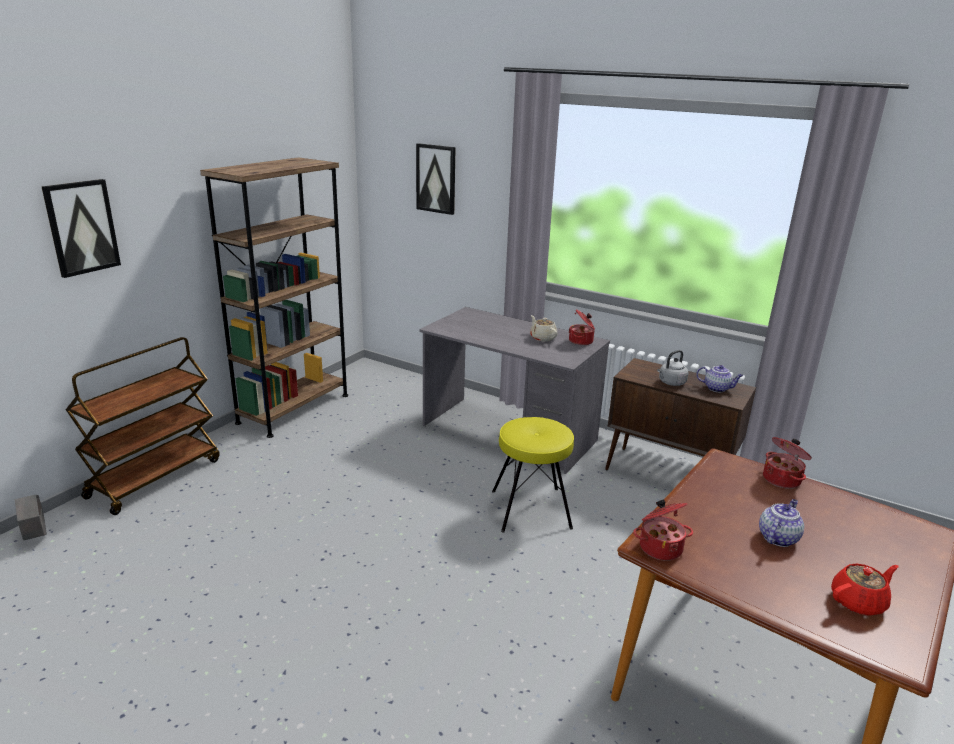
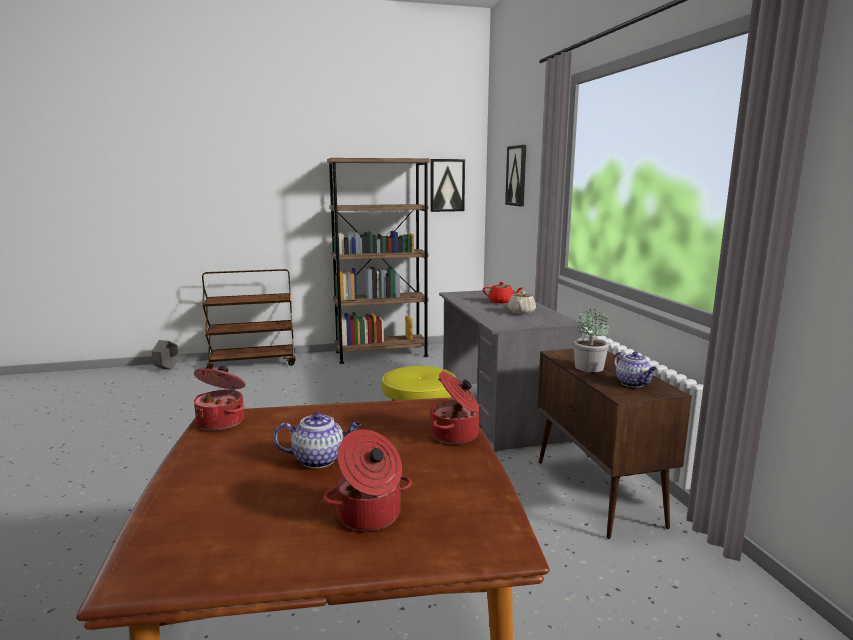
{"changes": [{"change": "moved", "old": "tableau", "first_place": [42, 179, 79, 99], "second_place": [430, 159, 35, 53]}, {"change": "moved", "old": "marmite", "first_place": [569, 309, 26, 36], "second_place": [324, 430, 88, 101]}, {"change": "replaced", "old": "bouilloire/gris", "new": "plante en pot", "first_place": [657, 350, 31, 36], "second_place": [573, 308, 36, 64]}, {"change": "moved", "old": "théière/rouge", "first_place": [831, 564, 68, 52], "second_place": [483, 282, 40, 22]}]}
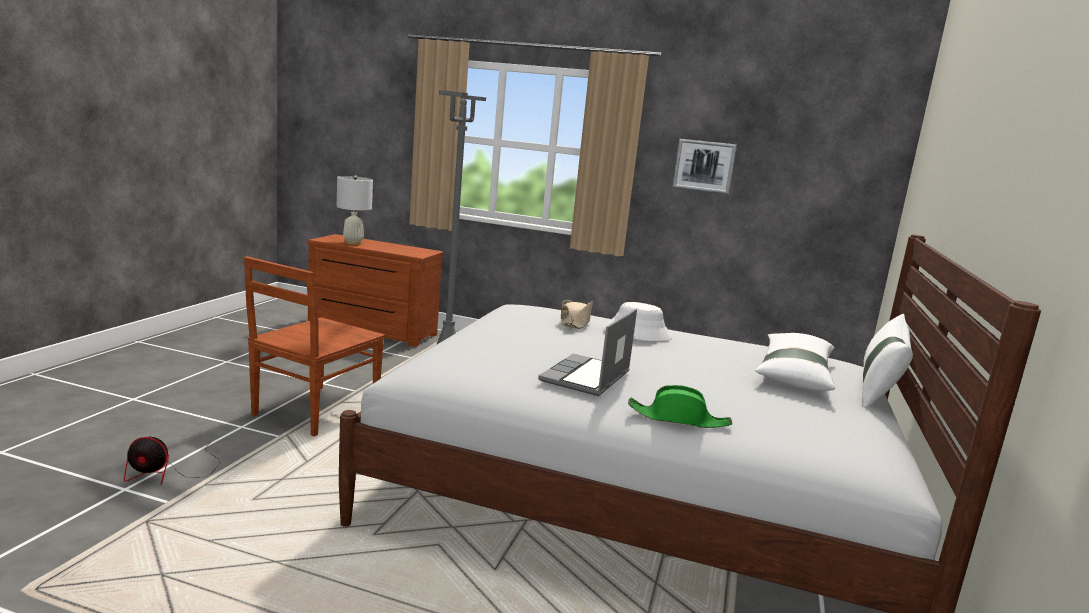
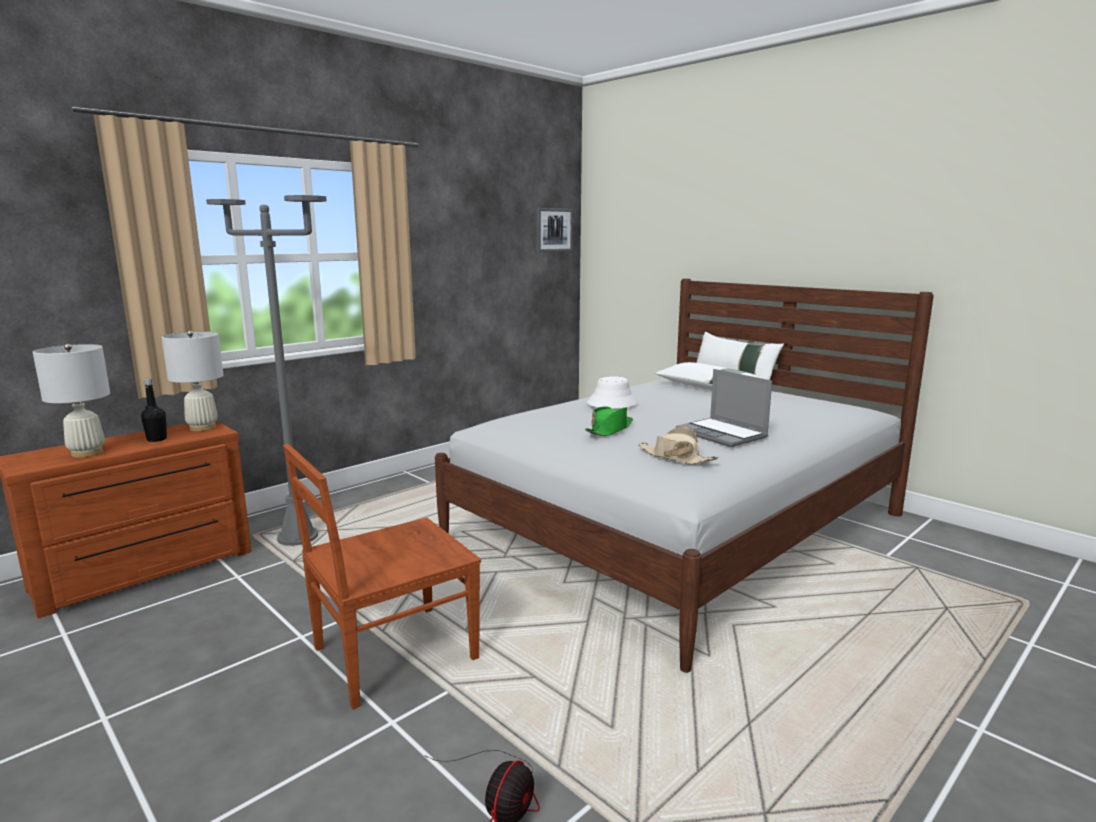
{"changes": [{"change": "moved", "old": "tableau", "first_place": [672, 139, 65, 56], "second_place": [536, 208, 37, 44]}, {"change": "turned", "old": "chaise/marron", "first_place": [244, 256, 141, 180], "second_place": [283, 444, 198, 265], "degrees": 90}, {"change": "moved", "old": "chapeau/beige", "first_place": [561, 300, 32, 29], "second_place": [639, 426, 80, 39]}, {"change": "moved", "old": "chapeau/vert", "first_place": [628, 385, 104, 43], "second_place": [585, 407, 48, 29]}, {"change": "added", "new": "lampe de table/blanc", "second_place": [161, 331, 62, 100]}, {"change": "added", "new": "bouteille/noir", "second_place": [141, 378, 26, 64]}]}
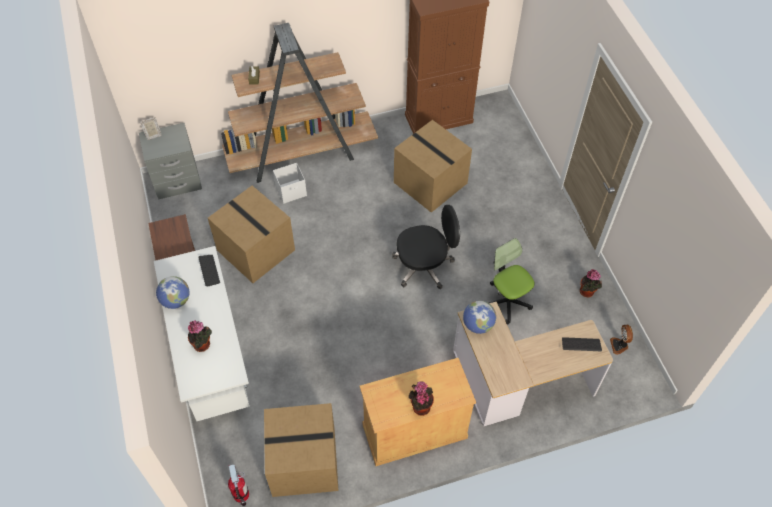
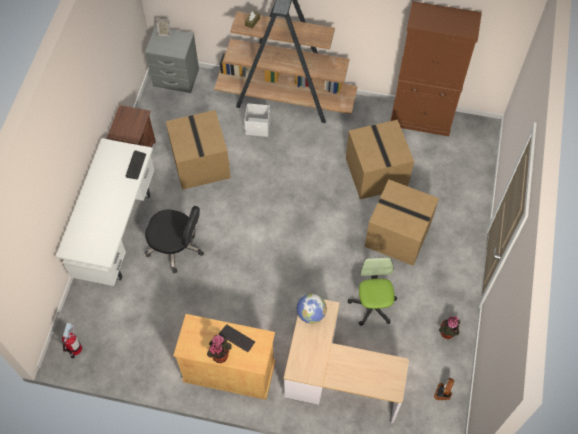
{"changes": [{"change": "moved", "old": "chaise de bureau/noir", "first_place": [392, 205, 68, 84], "second_place": [145, 206, 59, 67]}, {"change": "removed", "old": "globe", "first_place": [156, 276, 34, 33]}, {"change": "removed", "old": "plante en pot", "first_place": [188, 320, 24, 32]}, {"change": "moved", "old": "clavier", "first_place": [562, 337, 40, 14], "second_place": [219, 325, 36, 27]}, {"change": "moved", "old": "carton", "first_place": [264, 403, 75, 94], "second_place": [365, 179, 74, 87]}]}
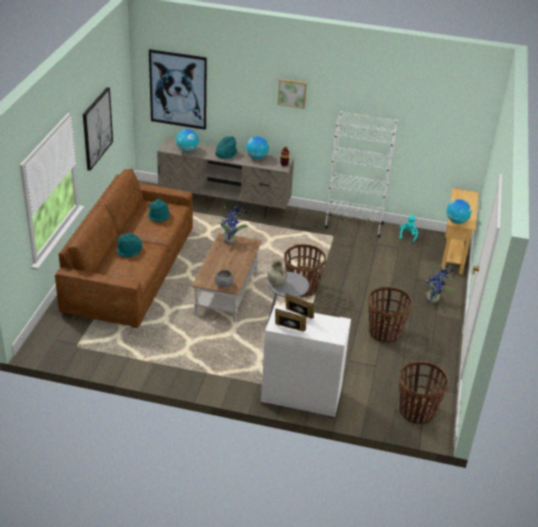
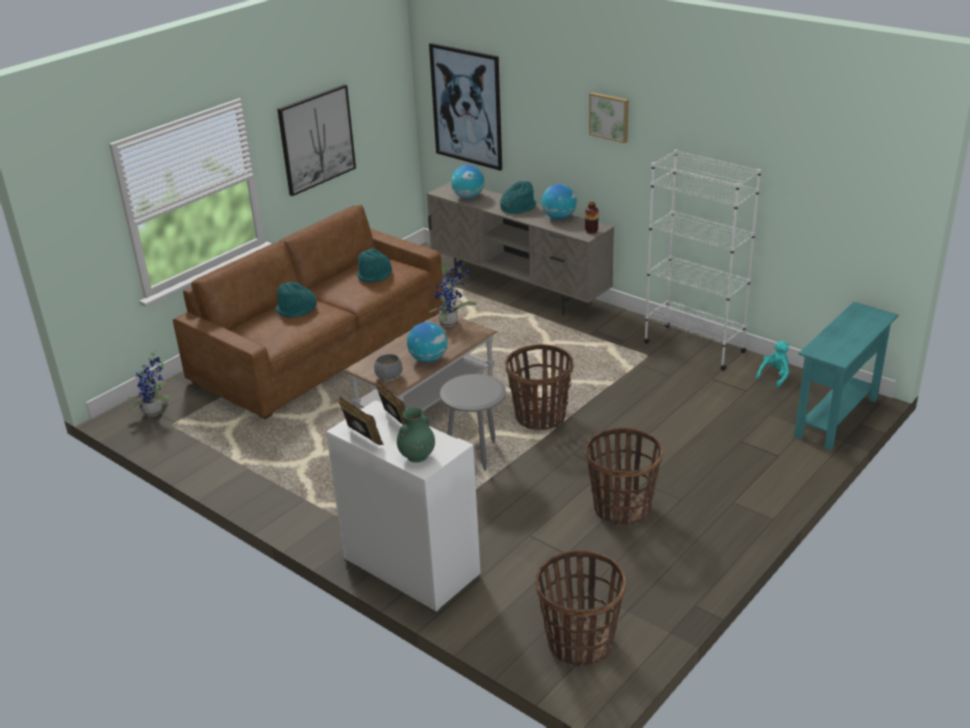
{"changes": [{"change": "recoloured", "old": "table console/beige", "new": "table console/turquoise", "first_place": [441, 188, 38, 86], "second_place": [794, 302, 104, 149]}, {"change": "moved", "old": "globe", "first_place": [446, 199, 25, 25], "second_place": [407, 322, 40, 41]}, {"change": "removed", "old": "vase/beige", "first_place": [267, 259, 20, 28]}, {"change": "moved", "old": "plante en pot", "first_place": [425, 261, 30, 42], "second_place": [127, 350, 44, 67]}, {"change": "added", "new": "vase/vert", "second_place": [397, 407, 38, 56]}]}
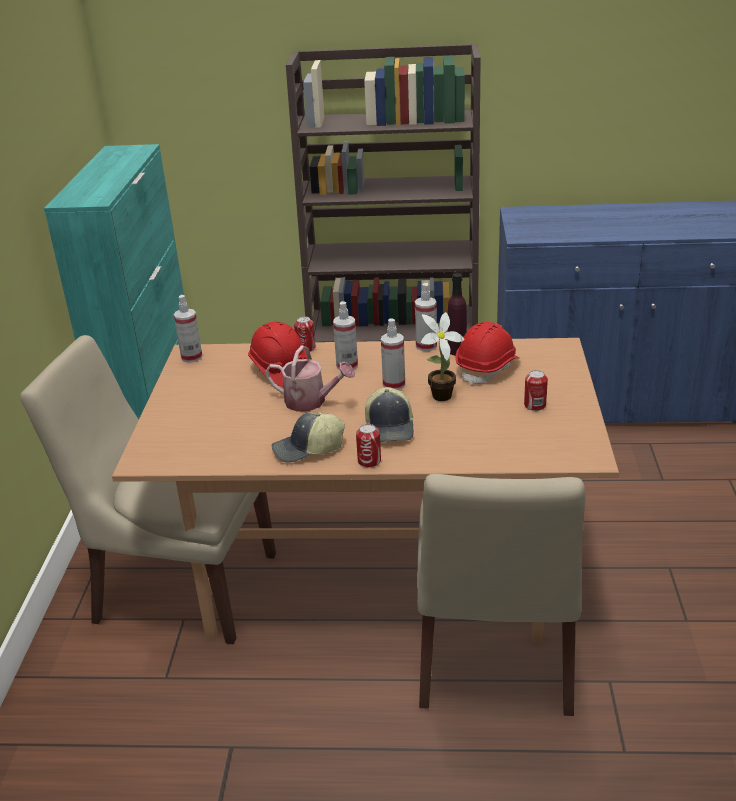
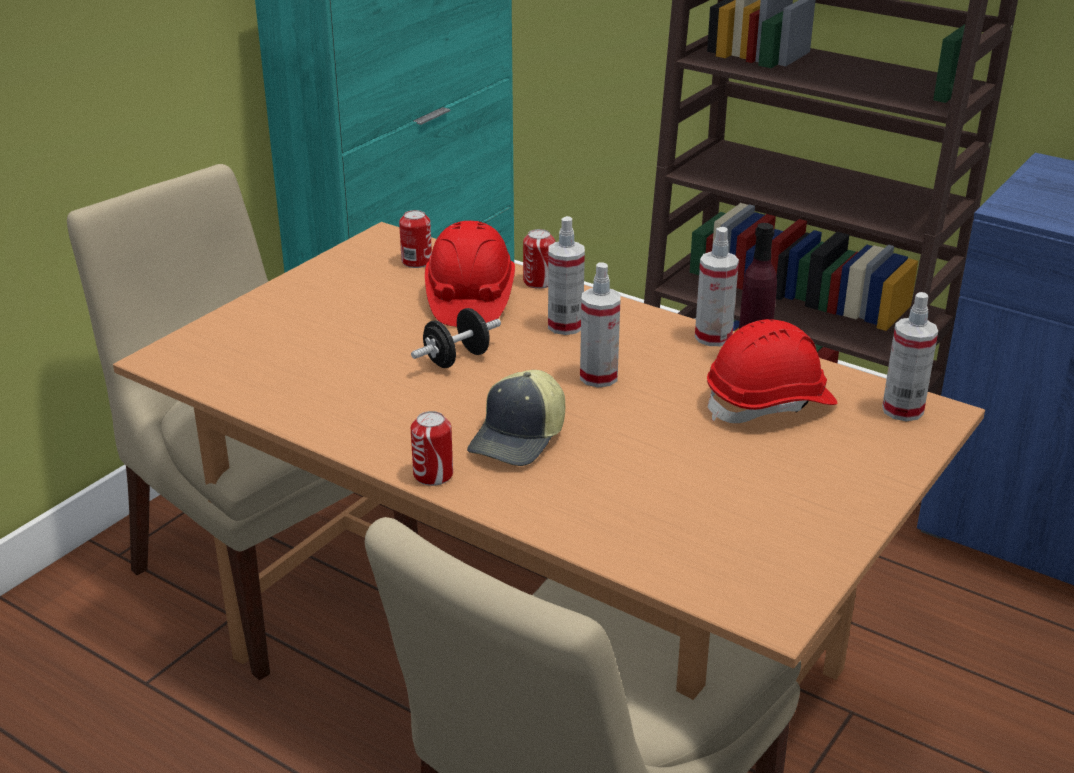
{"changes": [{"change": "moved", "old": "vaporisateur", "first_place": [174, 295, 28, 68], "second_place": [882, 292, 56, 129]}, {"change": "removed", "old": "plante en pot", "first_place": [421, 312, 44, 89]}, {"change": "replaced", "old": "arrosoir", "new": "haltère/noir", "first_place": [265, 346, 90, 66], "second_place": [411, 308, 90, 60]}, {"change": "moved", "old": "boîte métallique", "first_place": [524, 370, 24, 41], "second_place": [399, 210, 33, 58]}, {"change": "removed", "old": "casquette", "first_place": [272, 412, 73, 51]}]}
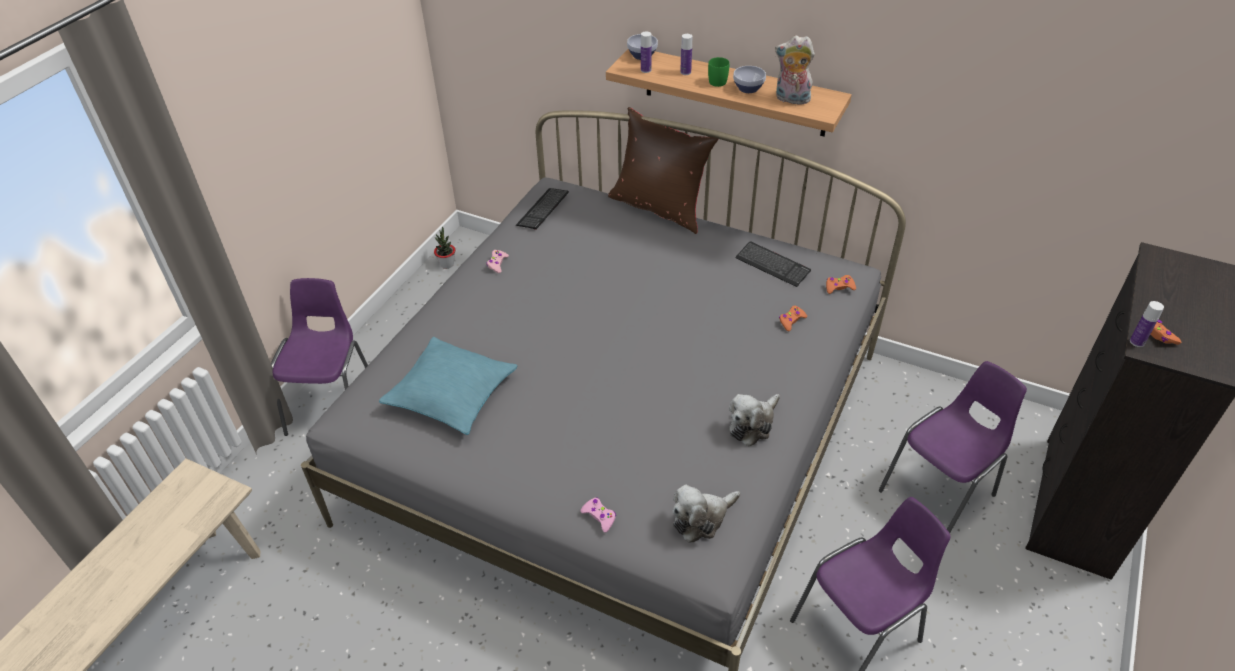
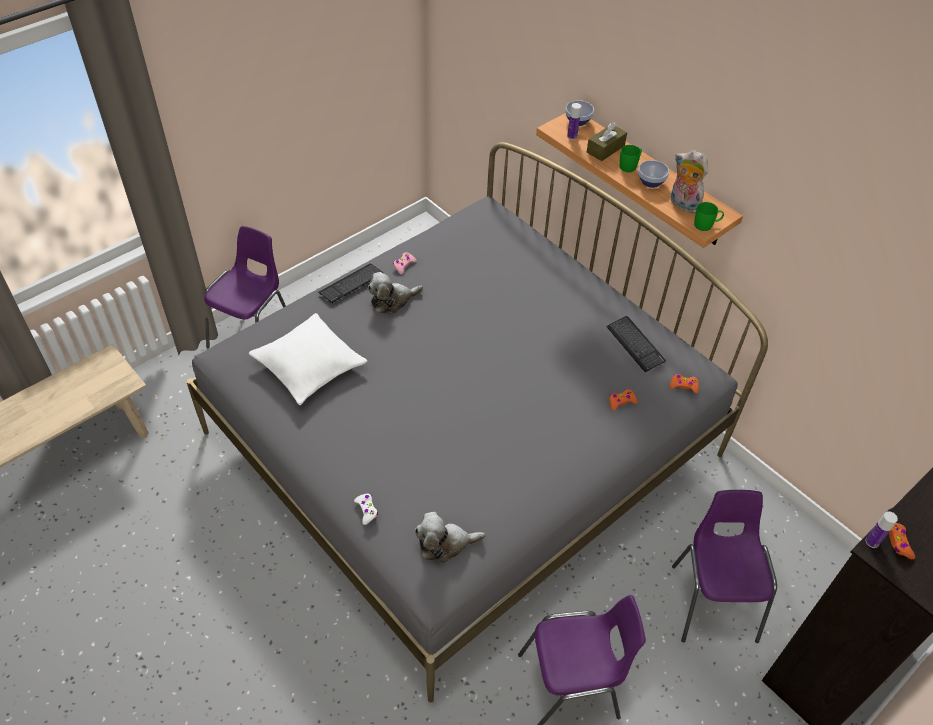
{"changes": [{"change": "replaced", "old": "bouteille", "new": "boîte à mouchoirs/marron", "first_place": [680, 34, 12, 41], "second_place": [587, 122, 40, 39]}, {"change": "removed", "old": "coussin/marron", "first_place": [608, 107, 110, 127]}, {"change": "moved", "old": "clavier", "first_place": [516, 188, 53, 42], "second_place": [318, 264, 66, 39]}, {"change": "removed", "old": "plante en pot", "first_place": [434, 226, 21, 43]}, {"change": "recoloured", "old": "coussin/turquoise", "new": "coussin/blanc", "first_place": [379, 337, 139, 98], "second_place": [249, 313, 119, 92]}, {"change": "turned", "old": "chaise/violet", "first_place": [879, 361, 148, 172], "second_place": [672, 490, 105, 153], "degrees": -75}, {"change": "moved", "old": "peluche", "first_place": [729, 394, 51, 52], "second_place": [368, 272, 55, 41]}, {"change": "recoloured", "old": "manette/rose", "new": "manette/blanc", "first_place": [580, 498, 36, 34], "second_place": [354, 494, 24, 31]}, {"change": "added", "new": "mug/vert", "second_place": [694, 202, 30, 29]}]}
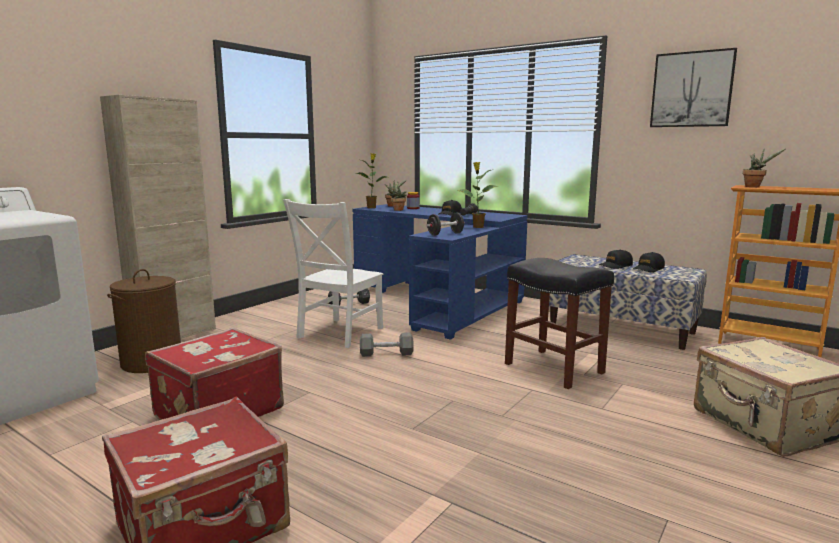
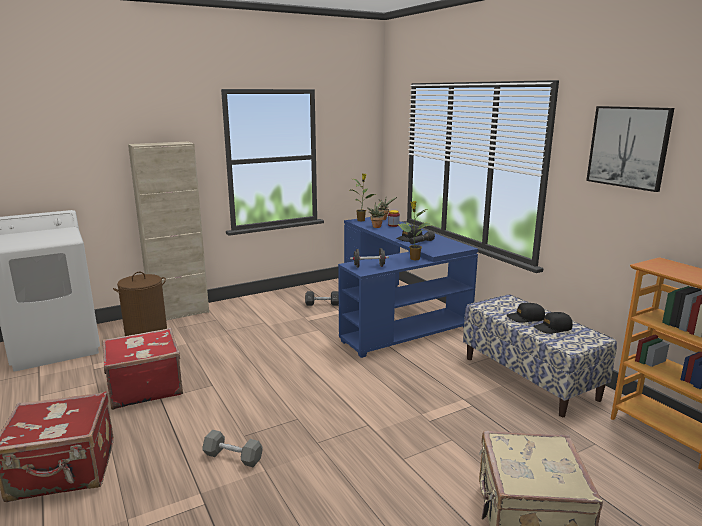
{"changes": [{"change": "removed", "old": "plante en pot", "first_place": [743, 148, 42, 39]}, {"change": "removed", "old": "chaise/blanc", "first_place": [283, 199, 100, 149]}, {"change": "removed", "old": "tabouret/noir", "first_place": [505, 258, 109, 131]}, {"change": "moved", "old": "haltère/gris", "first_place": [360, 333, 54, 24], "second_place": [202, 430, 61, 37]}]}
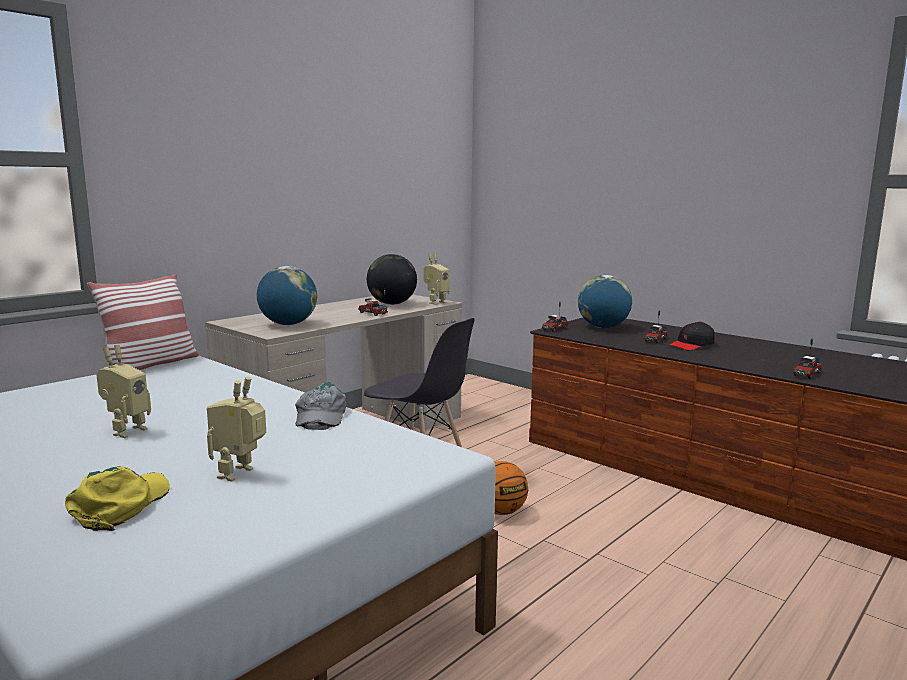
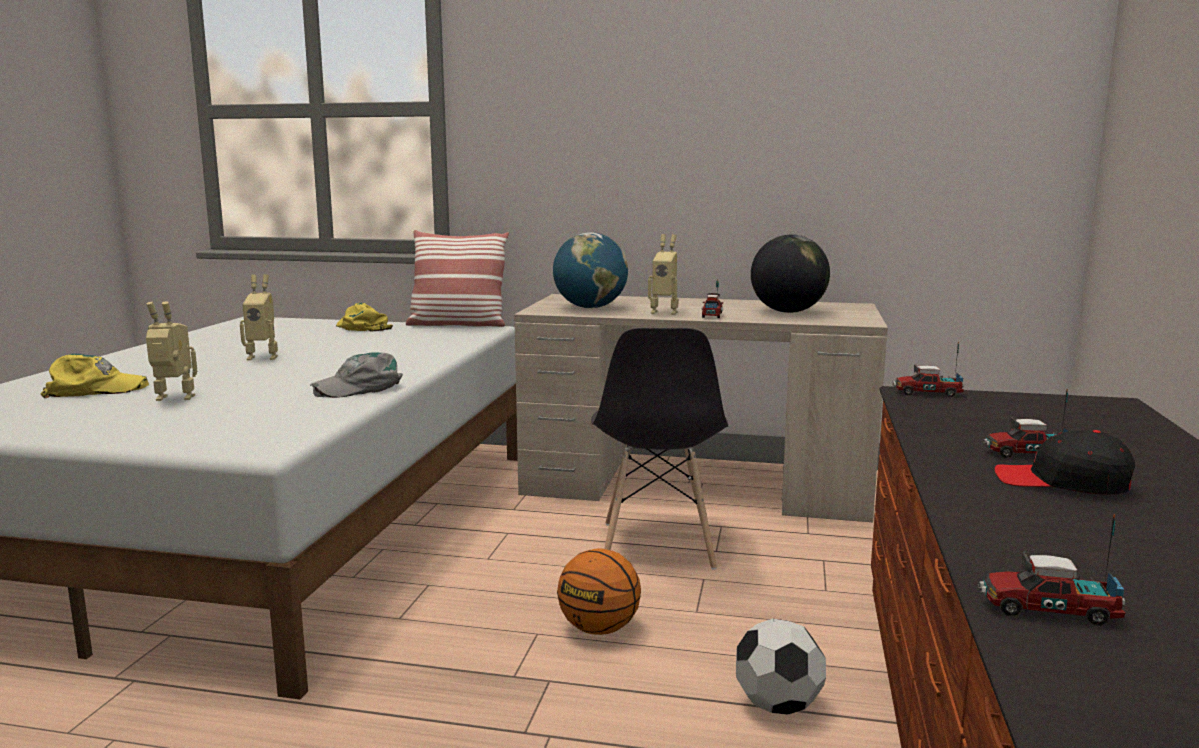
{"changes": [{"change": "moved", "old": "robot jouet", "first_place": [423, 253, 27, 52], "second_place": [648, 234, 30, 81]}, {"change": "removed", "old": "globe", "first_place": [578, 275, 54, 53]}, {"change": "added", "new": "casquette/jaune", "second_place": [336, 303, 57, 28]}, {"change": "added", "new": "ballon de foot", "second_place": [736, 618, 90, 97]}]}
